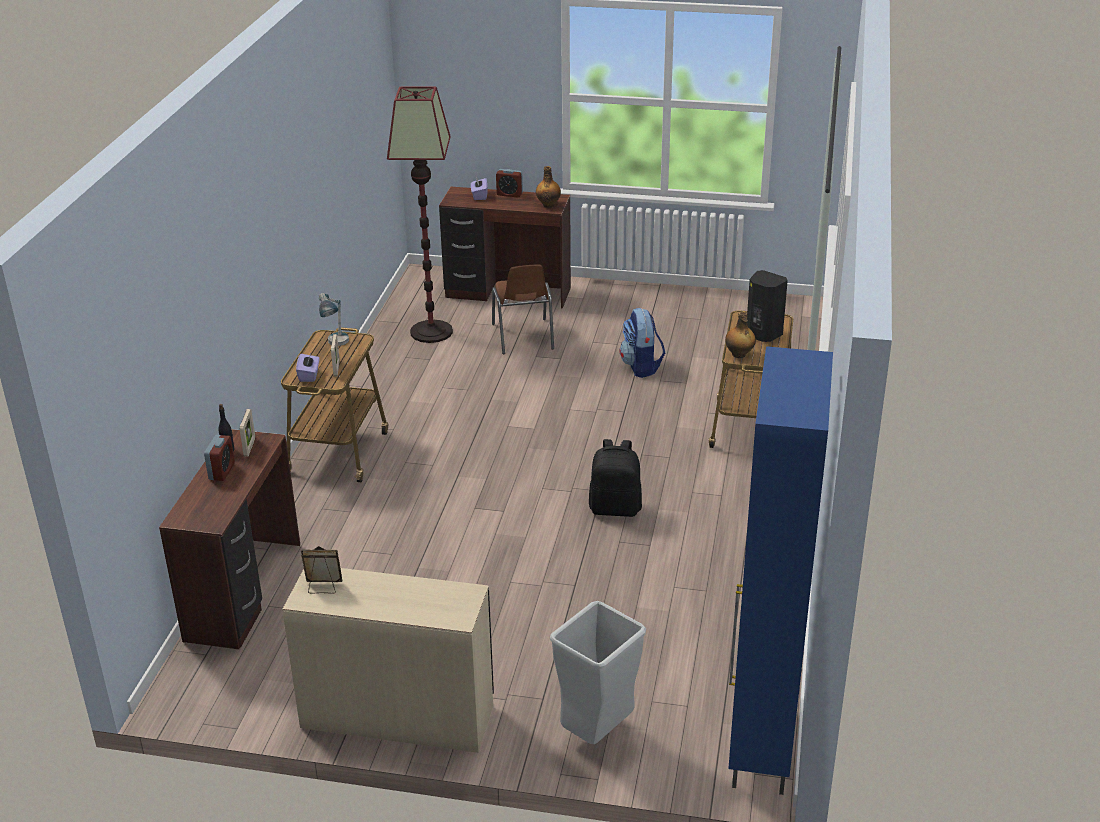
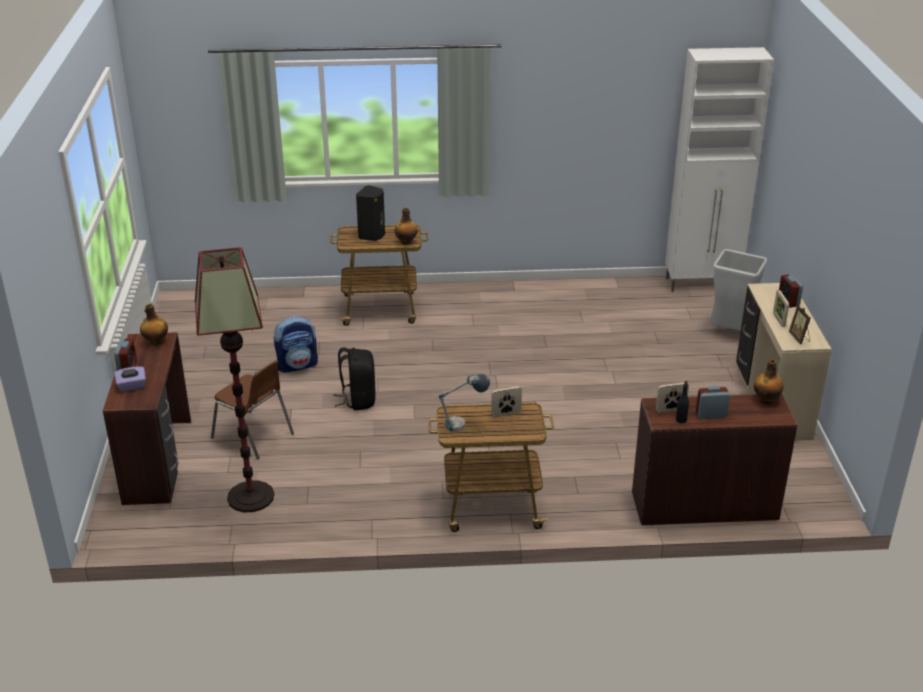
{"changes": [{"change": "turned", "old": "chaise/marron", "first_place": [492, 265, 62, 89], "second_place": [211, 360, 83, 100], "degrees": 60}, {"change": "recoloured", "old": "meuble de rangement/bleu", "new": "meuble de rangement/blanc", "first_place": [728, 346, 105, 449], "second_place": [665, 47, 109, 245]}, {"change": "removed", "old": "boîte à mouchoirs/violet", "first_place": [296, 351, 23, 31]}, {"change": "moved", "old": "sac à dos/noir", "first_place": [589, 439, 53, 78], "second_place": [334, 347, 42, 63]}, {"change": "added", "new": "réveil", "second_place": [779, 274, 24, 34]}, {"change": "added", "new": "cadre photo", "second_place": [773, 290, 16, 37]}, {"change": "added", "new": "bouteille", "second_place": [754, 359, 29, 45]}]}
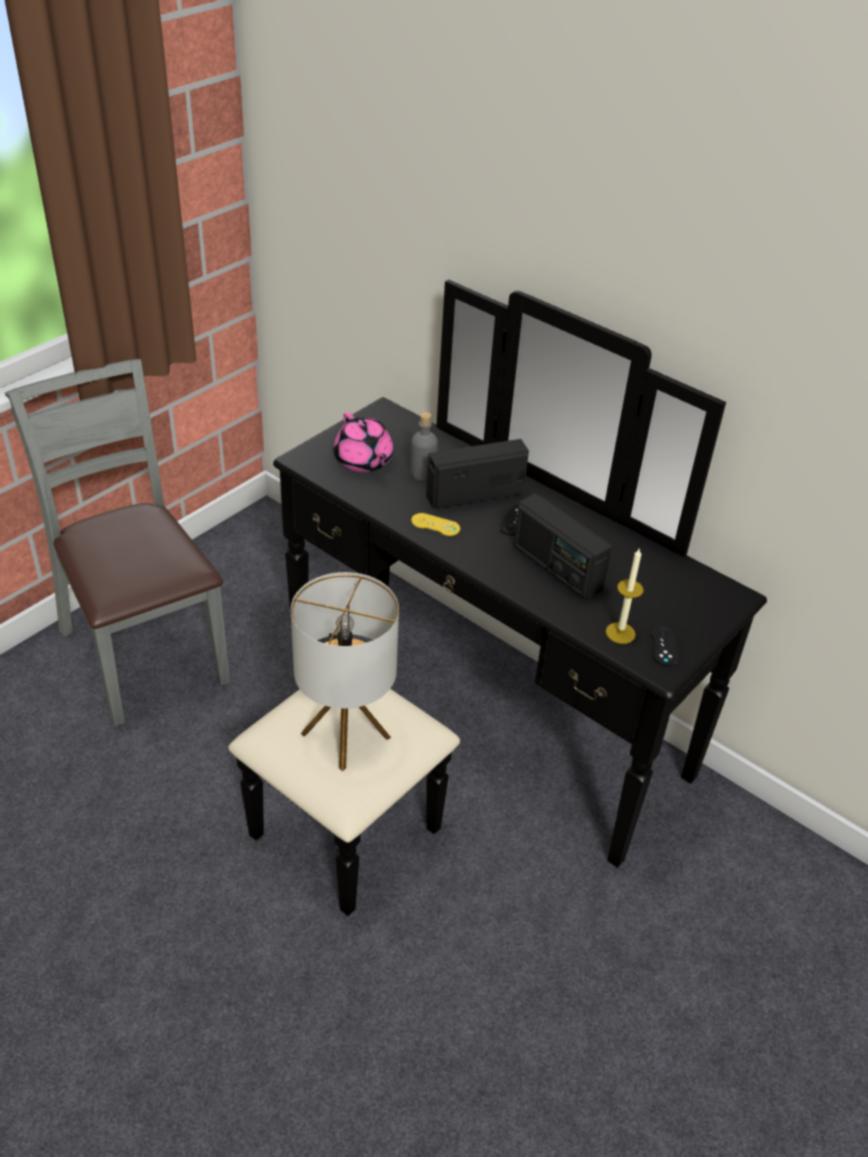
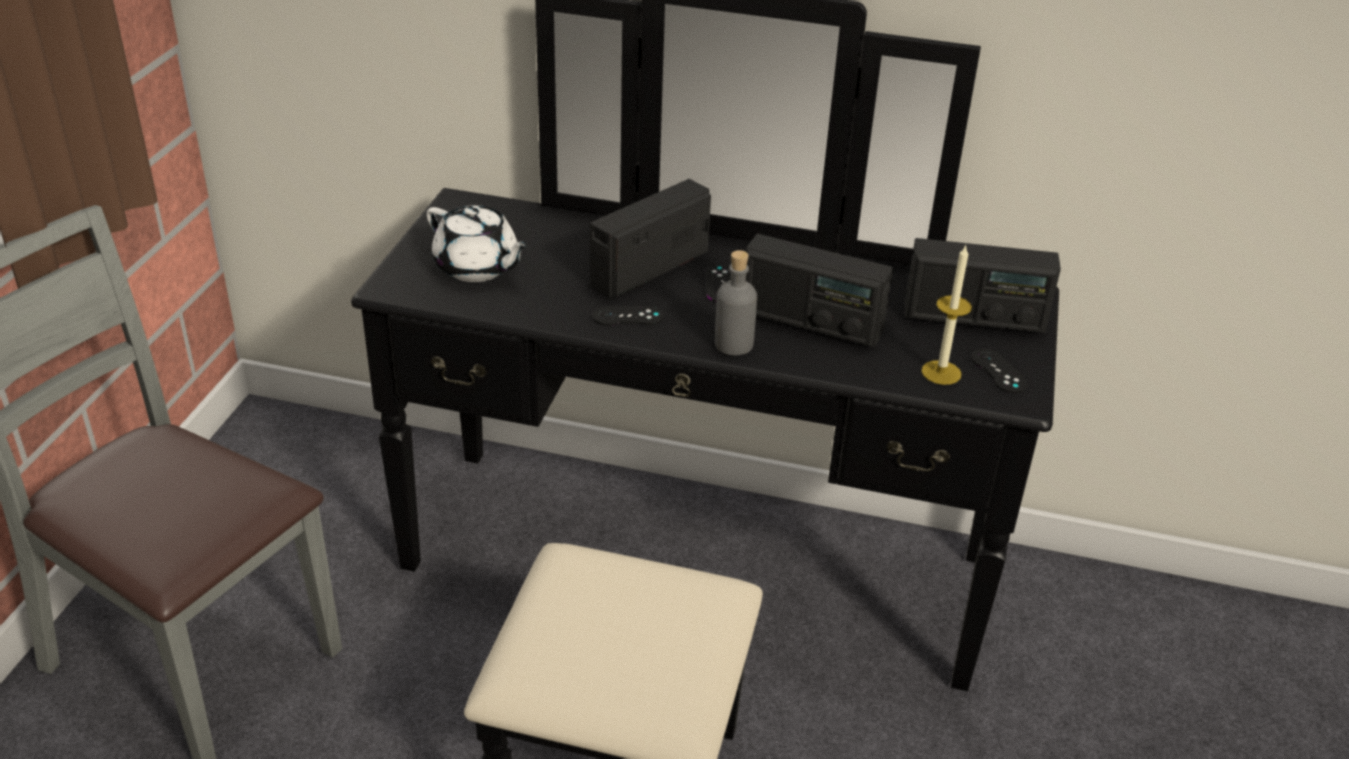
{"changes": [{"change": "recoloured", "old": "théière/rose", "new": "théière/blanc", "first_place": [333, 412, 61, 60], "second_place": [426, 205, 103, 77]}, {"change": "moved", "old": "bouteille/gris", "first_place": [410, 412, 28, 69], "second_place": [715, 250, 42, 105]}, {"change": "recoloured", "old": "manette/jaune", "new": "manette/noir", "first_place": [411, 513, 49, 23], "second_place": [593, 306, 71, 20]}, {"change": "removed", "old": "lampe de table", "first_place": [291, 572, 108, 199]}, {"change": "added", "new": "radio", "second_place": [904, 238, 157, 95]}]}
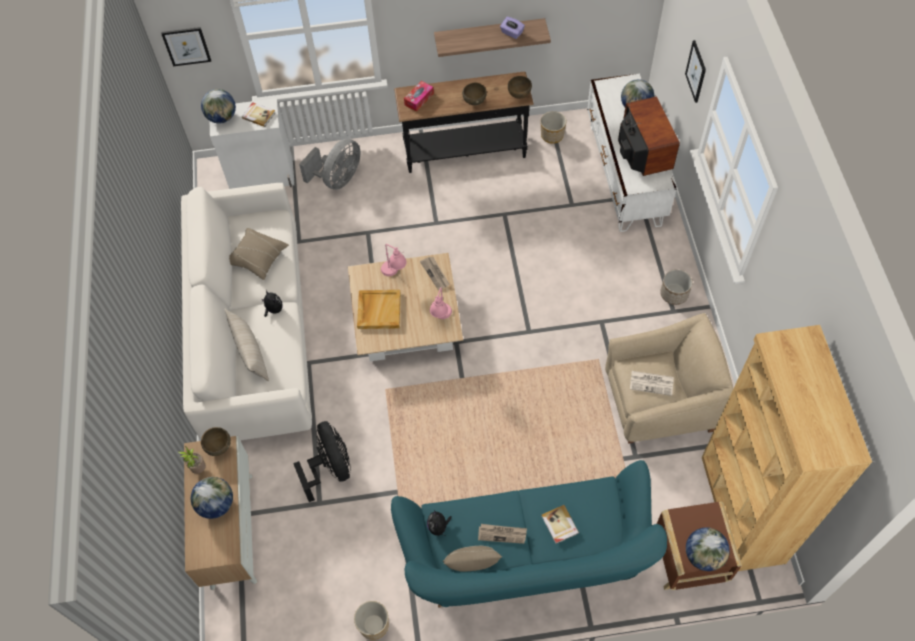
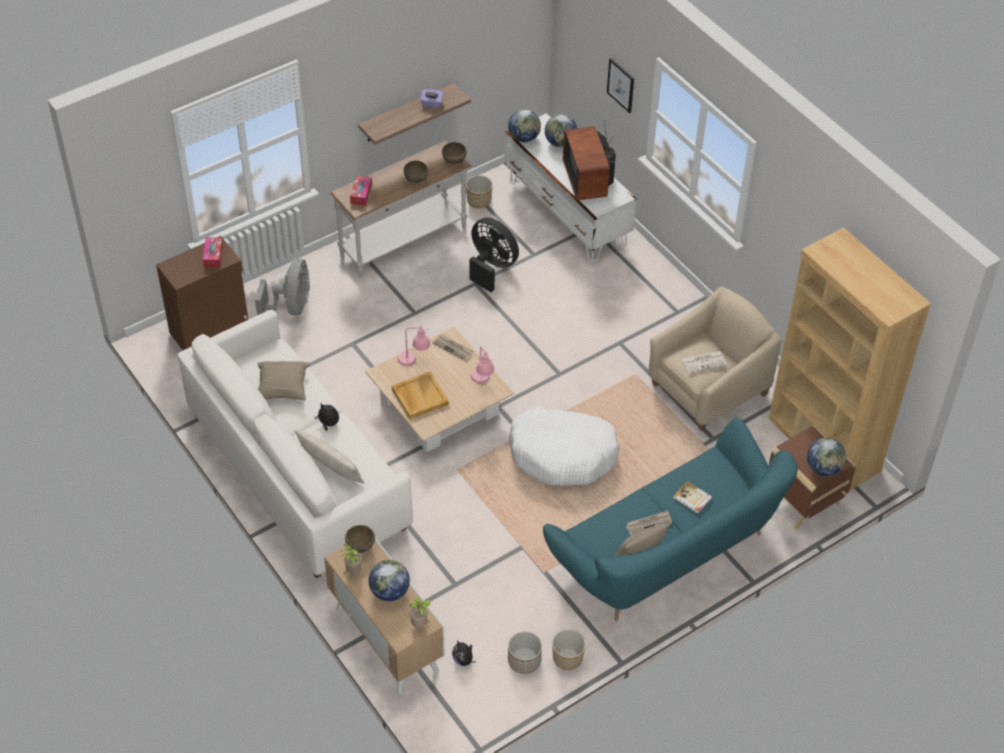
{"changes": [{"change": "removed", "old": "tableau", "first_place": [161, 27, 50, 39]}, {"change": "recoloured", "old": "table console/noir", "new": "table console/blanc", "first_place": [394, 72, 140, 101], "second_place": [330, 140, 142, 138]}, {"change": "moved", "old": "globe", "first_place": [201, 89, 35, 35], "second_place": [508, 109, 33, 33]}, {"change": "turned", "old": "téléviseur", "first_place": [618, 96, 62, 80], "second_place": [563, 120, 53, 81], "degrees": -150}, {"change": "recoloured", "old": "meuble de rangement/blanc", "new": "meuble de rangement/marron", "first_place": [210, 98, 84, 91], "second_place": [156, 236, 92, 114]}, {"change": "replaced", "old": "livre", "new": "boîte à mouchoirs", "first_place": [242, 102, 34, 25], "second_place": [203, 237, 20, 30]}, {"change": "moved", "old": "cache-pot", "first_place": [660, 269, 33, 36], "second_place": [508, 631, 34, 43]}, {"change": "moved", "old": "ventilateur/noir", "first_place": [293, 421, 58, 81], "second_place": [470, 217, 49, 75]}, {"change": "moved", "old": "peluche", "first_place": [427, 510, 25, 26], "second_place": [452, 640, 24, 26]}, {"change": "added", "new": "panier pour chien/blanc", "second_place": [509, 406, 111, 80]}, {"change": "added", "new": "plante en pot", "second_place": [410, 597, 22, 31]}]}
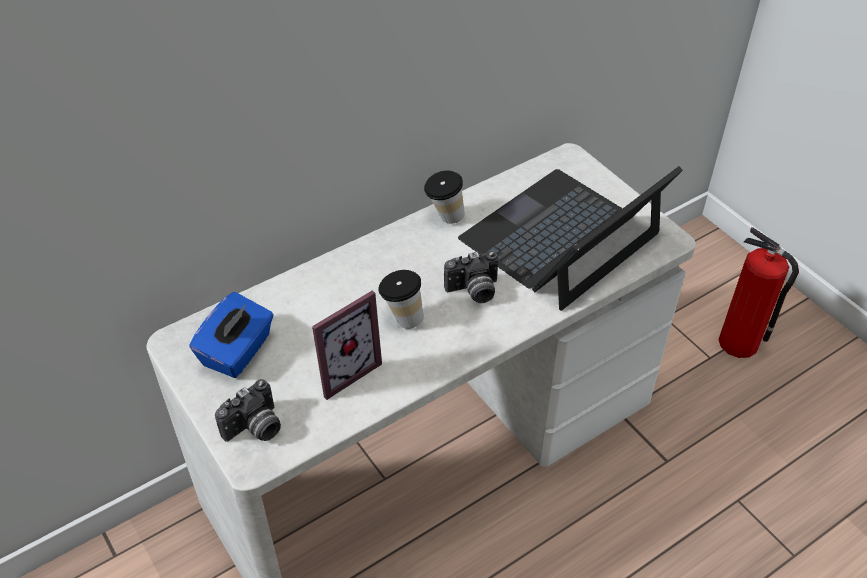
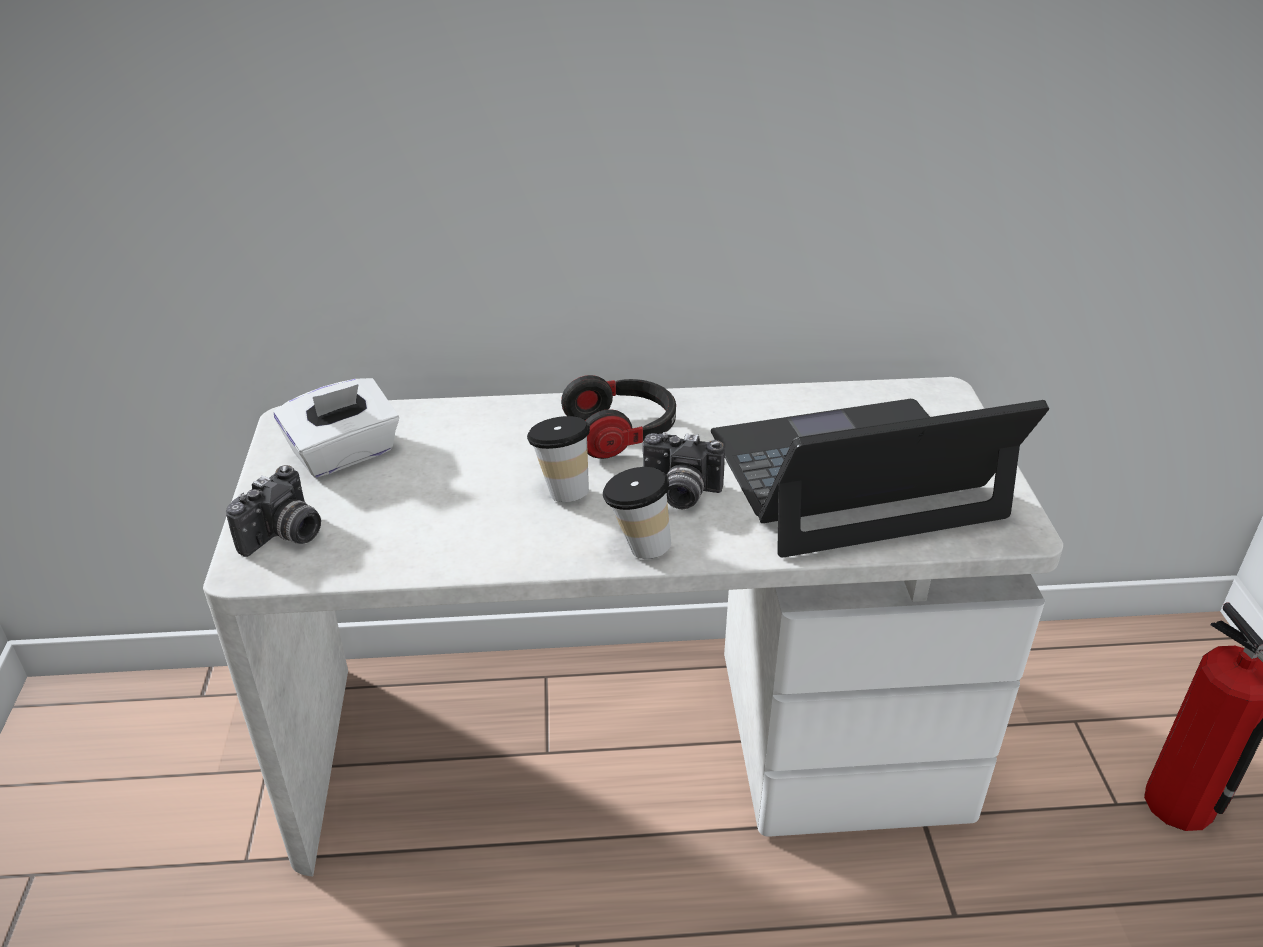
{"changes": [{"change": "moved", "old": "tasse", "first_place": [424, 171, 41, 53], "second_place": [603, 467, 68, 92]}, {"change": "removed", "old": "cadre photo", "first_place": [312, 290, 70, 110]}, {"change": "recoloured", "old": "boîte à mouchoirs/bleu", "new": "boîte à mouchoirs/blanc", "first_place": [189, 292, 85, 86], "second_place": [274, 378, 125, 100]}, {"change": "turned", "old": "appareil photo", "first_place": [215, 379, 66, 63], "second_place": [226, 465, 95, 92], "degrees": -45}, {"change": "added", "new": "casque audio", "second_place": [561, 375, 115, 84]}]}
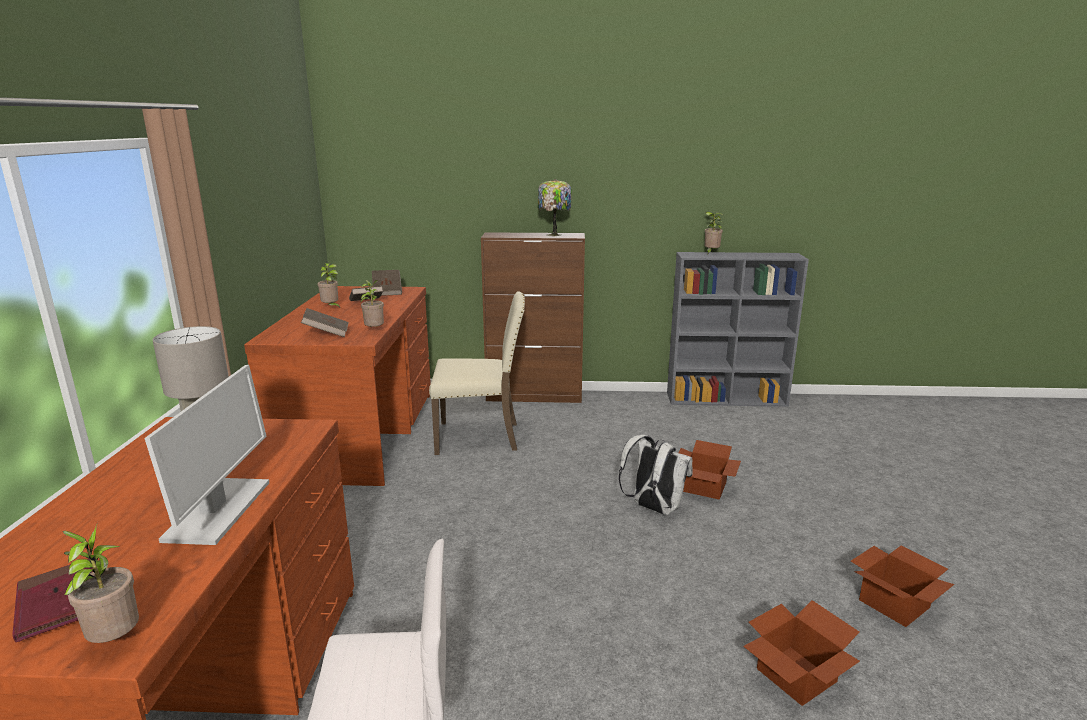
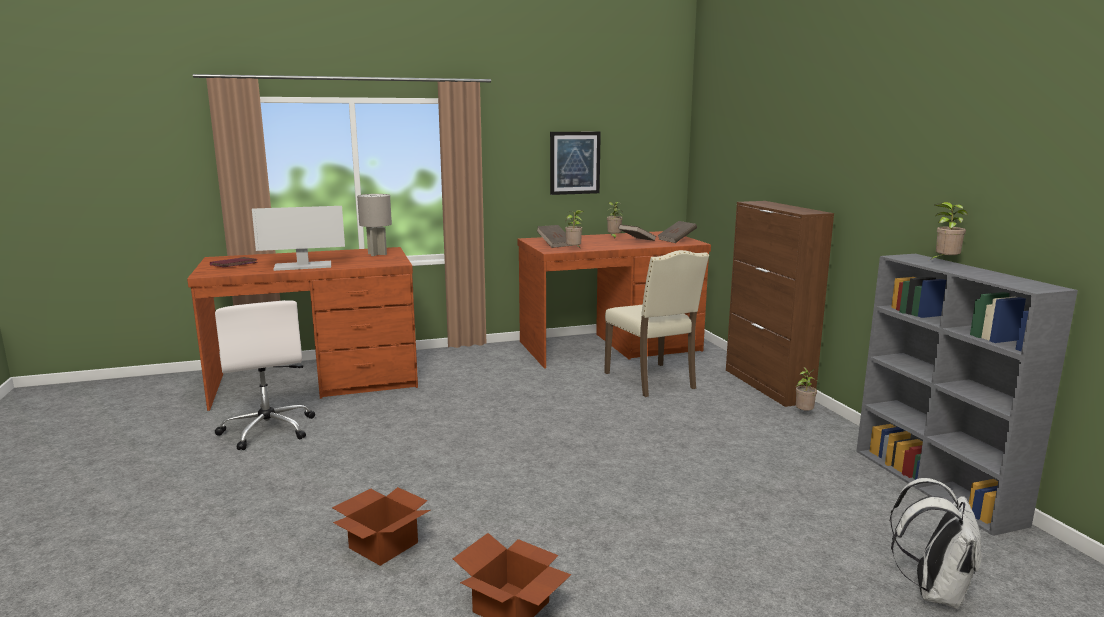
{"changes": [{"change": "removed", "old": "lampe de table", "first_place": [538, 179, 34, 57]}, {"change": "moved", "old": "sac à dos/blanc", "first_place": [619, 435, 74, 80], "second_place": [890, 478, 91, 131]}, {"change": "removed", "old": "carton", "first_place": [678, 440, 63, 59]}, {"change": "moved", "old": "plante en pot", "first_place": [63, 522, 76, 121], "second_place": [796, 367, 21, 44]}, {"change": "added", "new": "tableau", "second_place": [550, 132, 51, 63]}]}
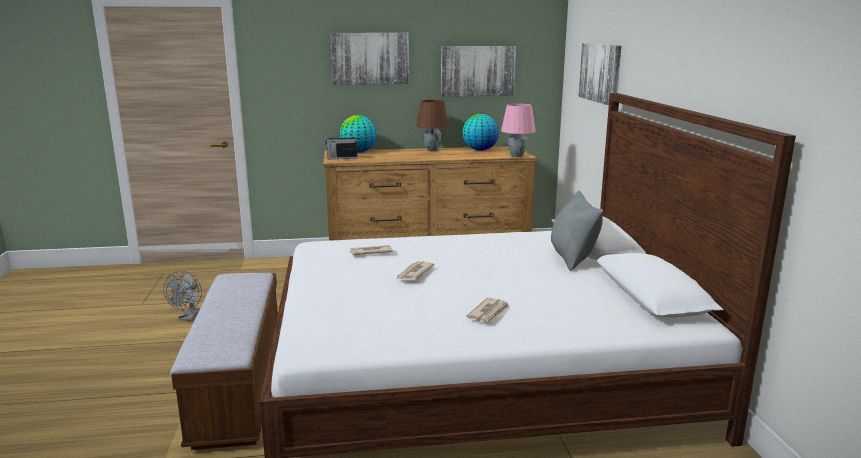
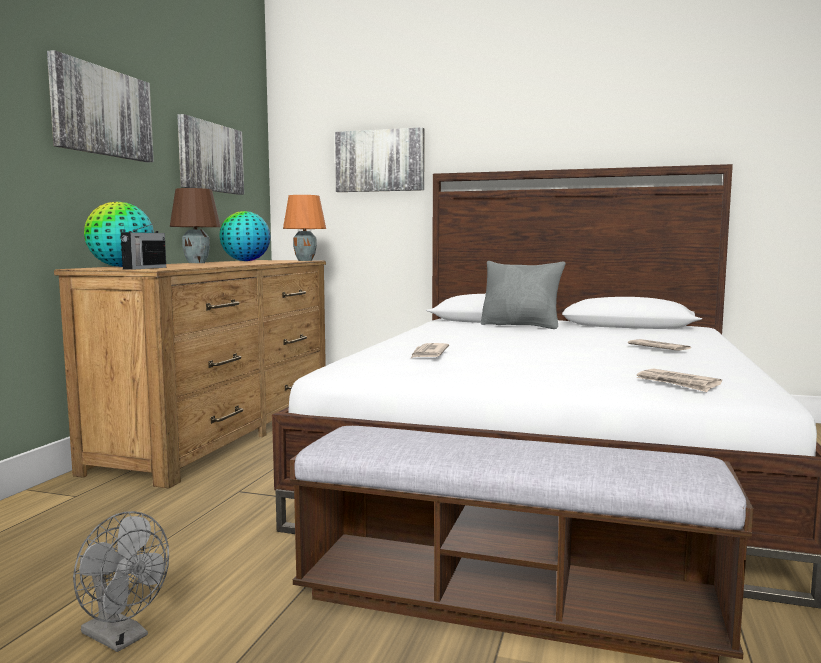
{"changes": [{"change": "recoloured", "old": "lampe de table/rose", "new": "lampe de table/orange", "first_place": [501, 104, 35, 53], "second_place": [283, 195, 43, 66]}, {"change": "moved", "old": "journal", "first_place": [397, 261, 38, 19], "second_place": [636, 369, 86, 23]}]}
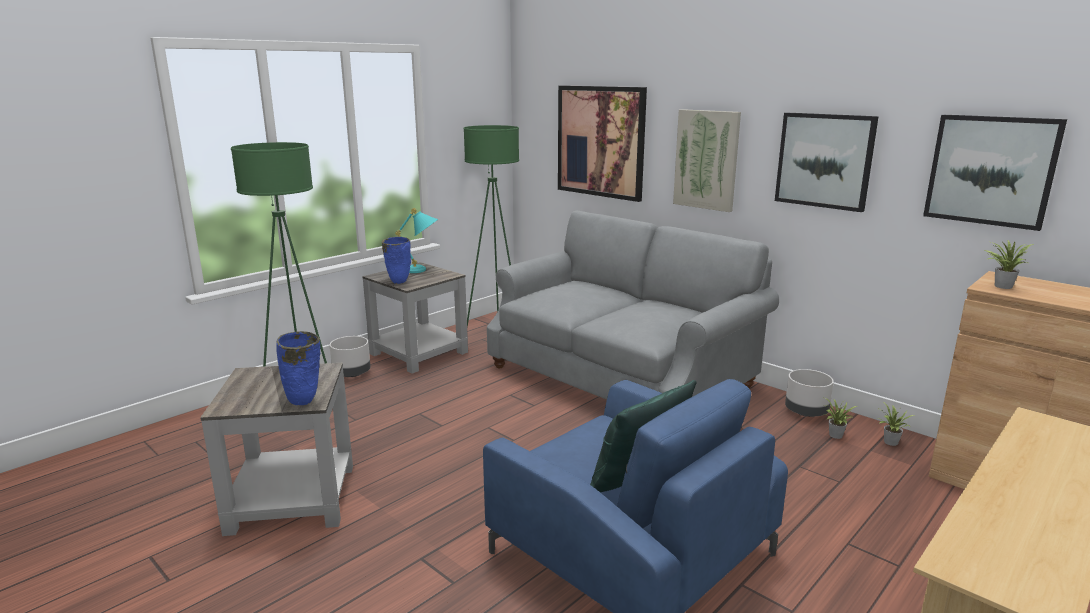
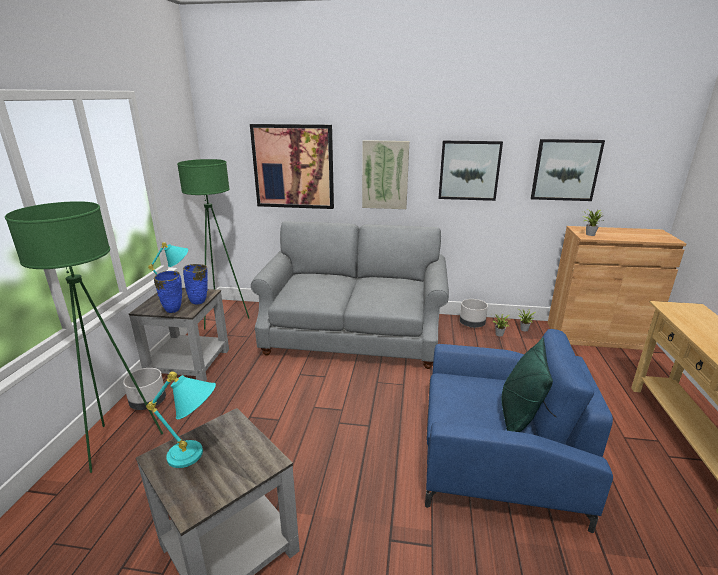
{"changes": [{"change": "moved", "old": "vase/bleu", "first_place": [276, 331, 44, 74], "second_place": [183, 264, 25, 40]}, {"change": "added", "new": "lampe de table/turquoise", "second_place": [146, 371, 70, 97]}]}
